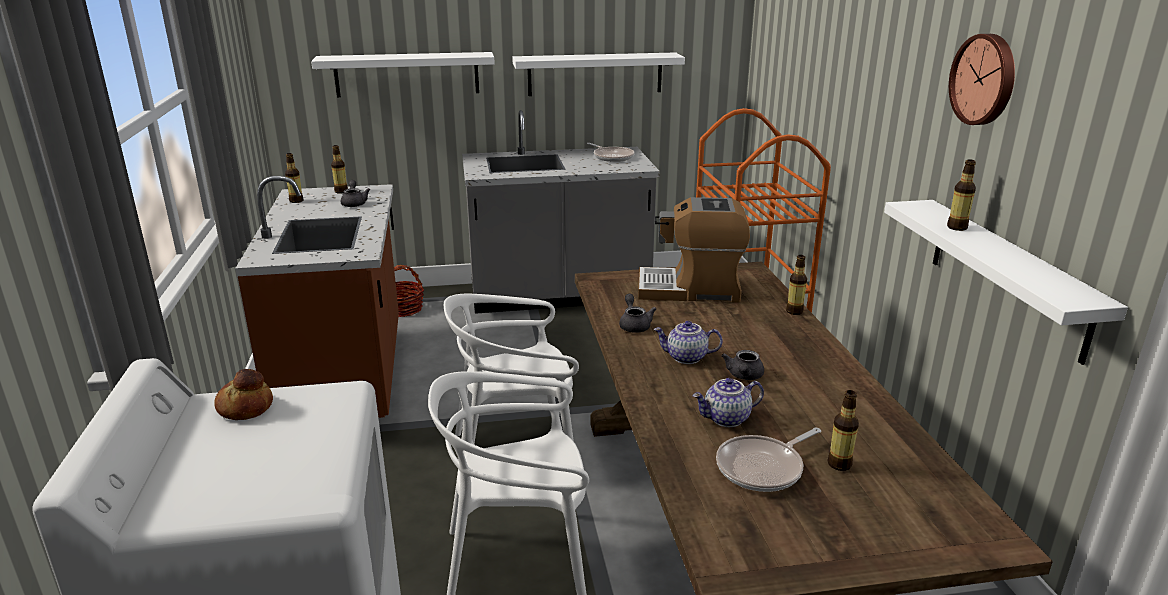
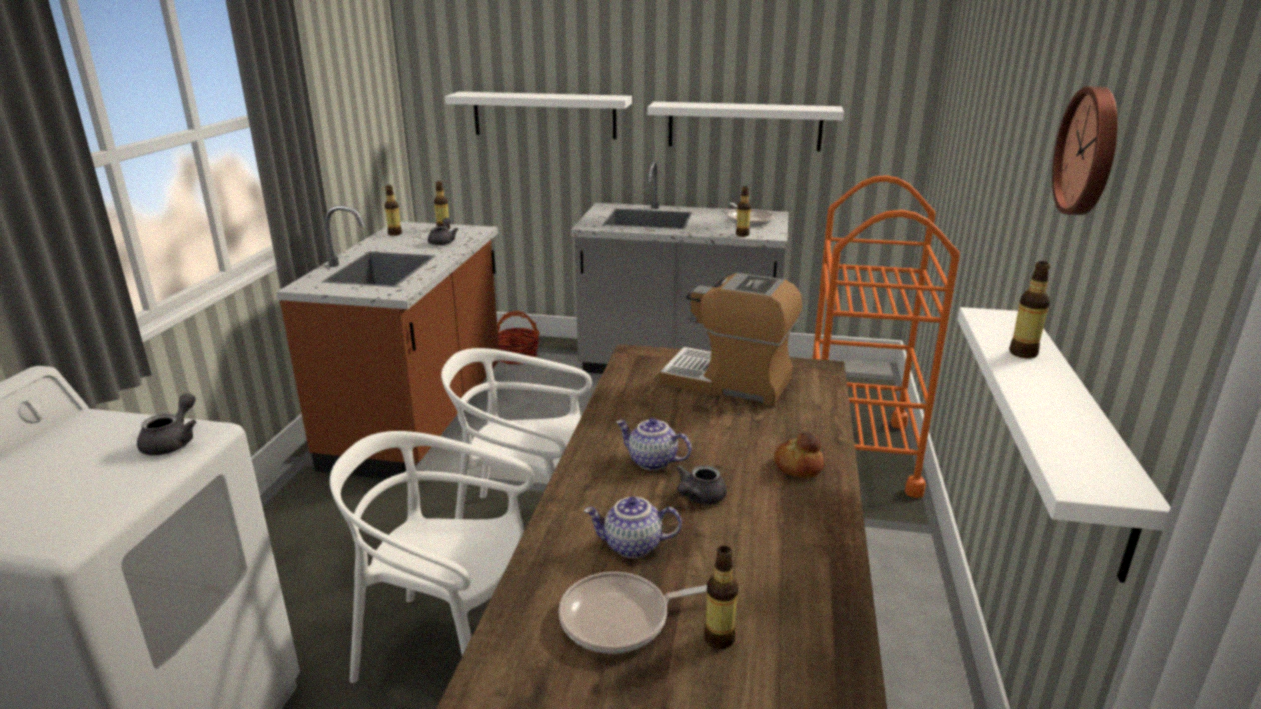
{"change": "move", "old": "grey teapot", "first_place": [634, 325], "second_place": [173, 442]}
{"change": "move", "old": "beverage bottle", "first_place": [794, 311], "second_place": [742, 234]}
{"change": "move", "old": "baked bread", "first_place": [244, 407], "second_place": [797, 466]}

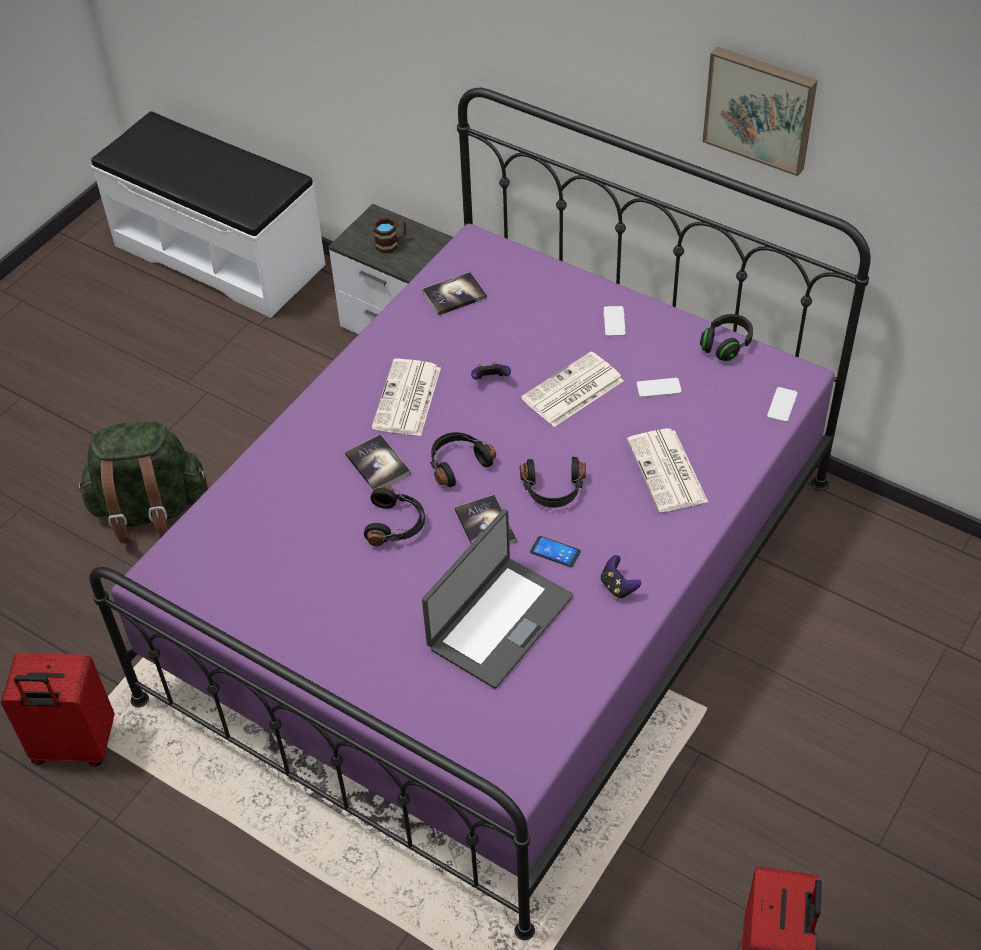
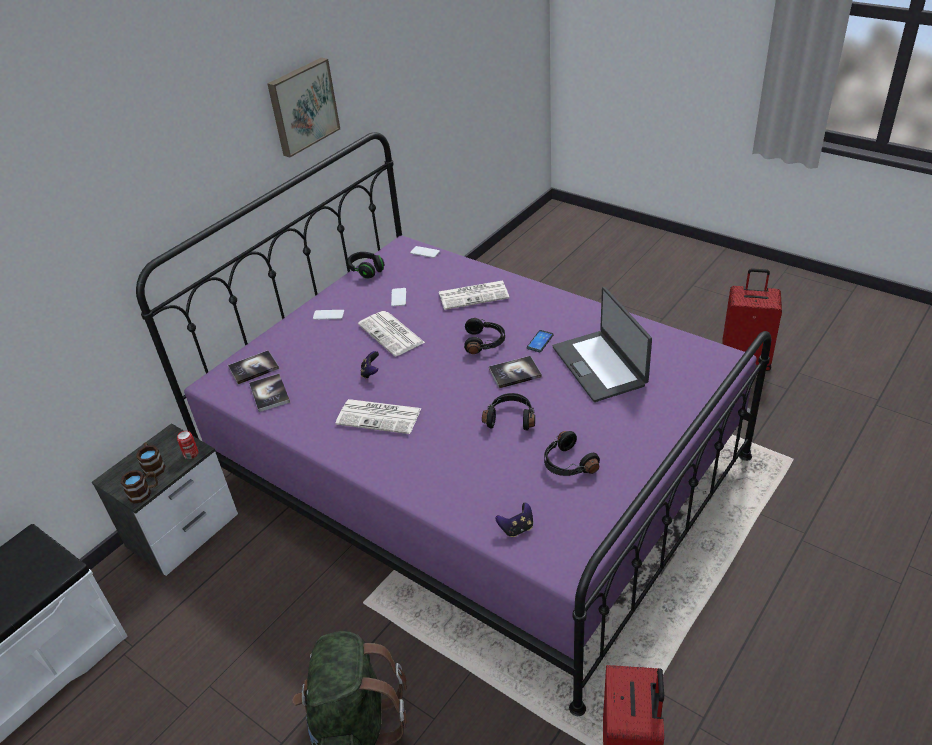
{"change": "insert", "new": "brownish tea mug", "second_place": [144, 493]}
{"change": "insert", "new": "can", "second_place": [191, 454]}
{"change": "move", "old": "volume", "first_place": [378, 464], "second_place": [253, 368]}
{"change": "move", "old": "game controller", "first_place": [618, 587], "second_place": [517, 528]}
{"change": "move", "old": "black headset", "first_place": [458, 463], "second_place": [567, 464]}
{"change": "rotate", "old": "notebook computer", "first_place": [498, 621], "second_place": [600, 365], "degrees": -150}

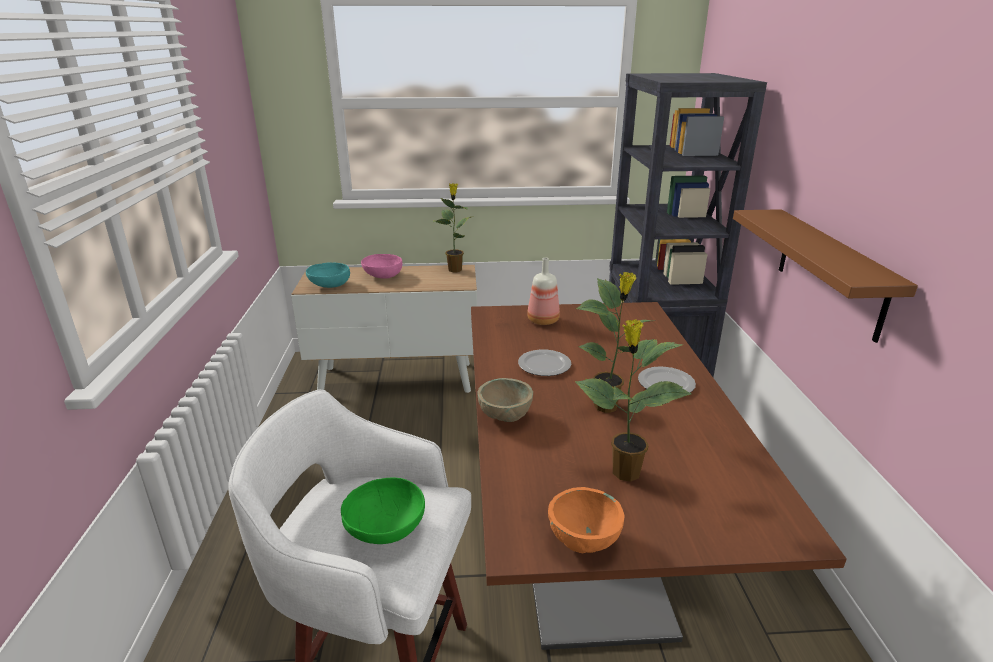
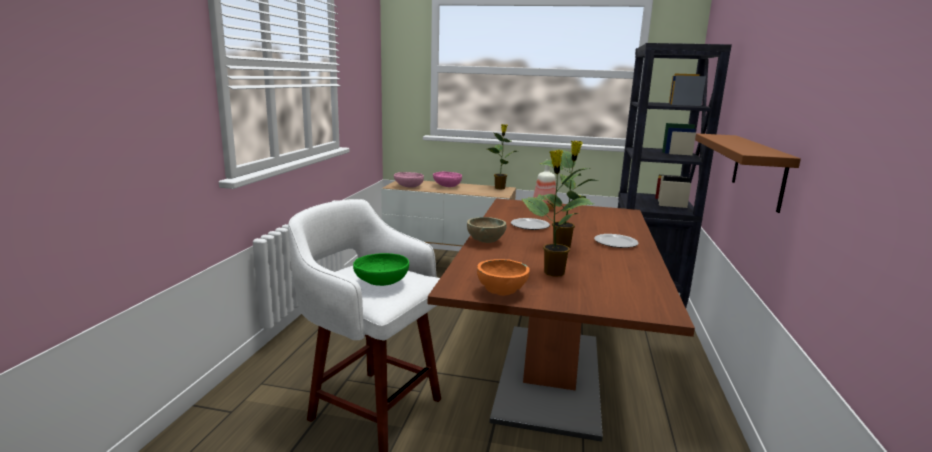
{"change": "recolor", "old": "blue-green bowl", "new": "pink bowl", "first_place": [329, 286], "second_place": [408, 187]}

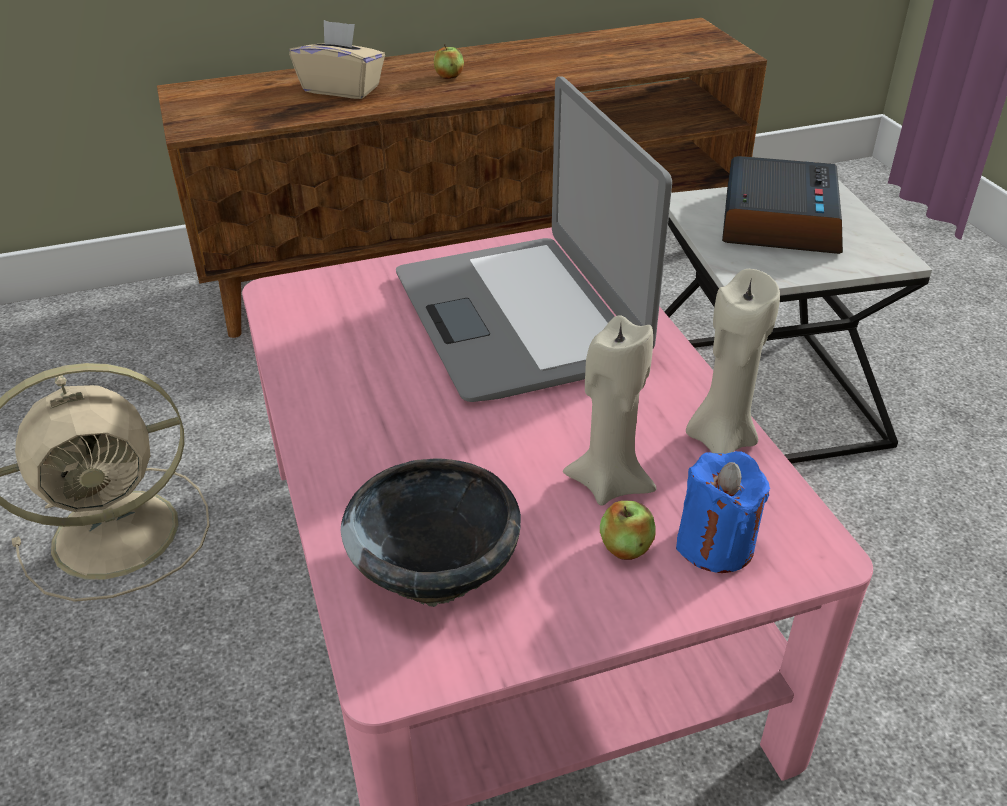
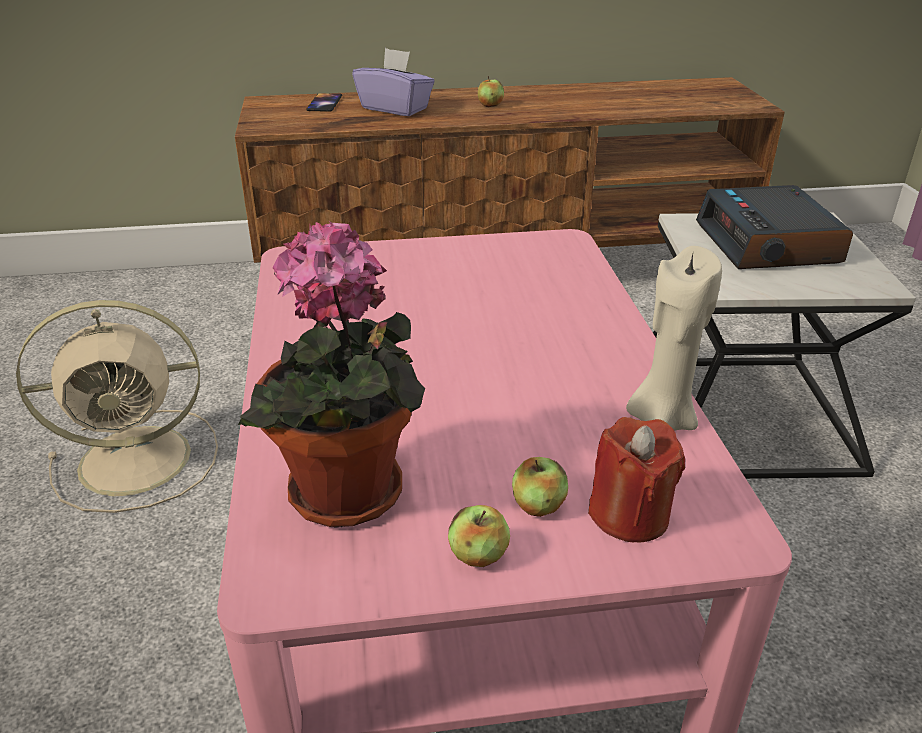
{"change": "replace", "old": "black bowl", "new": "plant in a pot", "first_place": [436, 567], "second_place": [349, 498]}
{"change": "insert", "new": "phone", "second_place": [324, 103]}
{"change": "recolor", "old": "beige-coloured box of tissues", "new": "purplish box of tissues", "first_place": [342, 89], "second_place": [395, 108]}
{"change": "insert", "new": "apple", "second_place": [478, 555]}
{"change": "recolor", "old": "blue wax light", "new": "red wax light", "first_place": [715, 545], "second_place": [629, 515]}
{"change": "rotate", "old": "table clock", "first_place": [778, 220], "second_place": [769, 243], "degrees": 150}
{"change": "delete", "old": "notebook computer", "first_place": [519, 317]}
{"change": "delete", "old": "beige-coloured wax light", "first_place": [609, 483]}

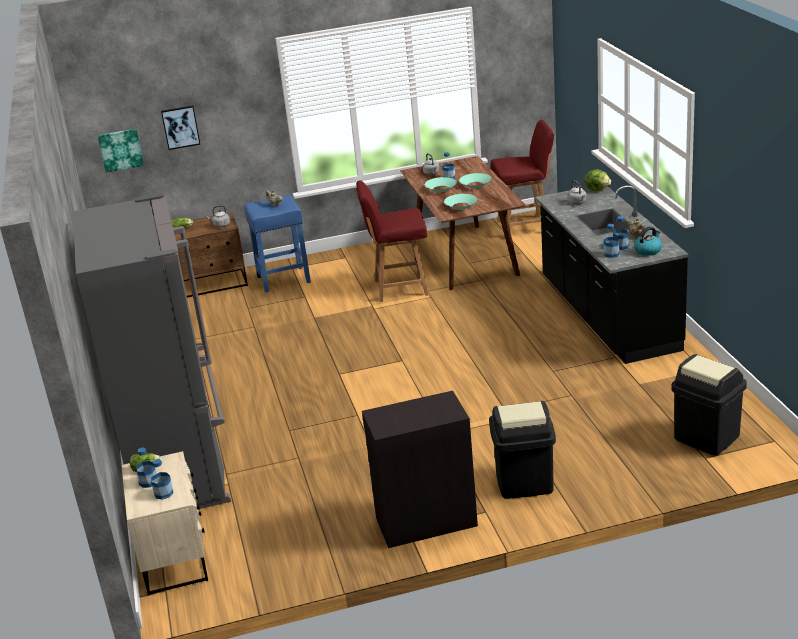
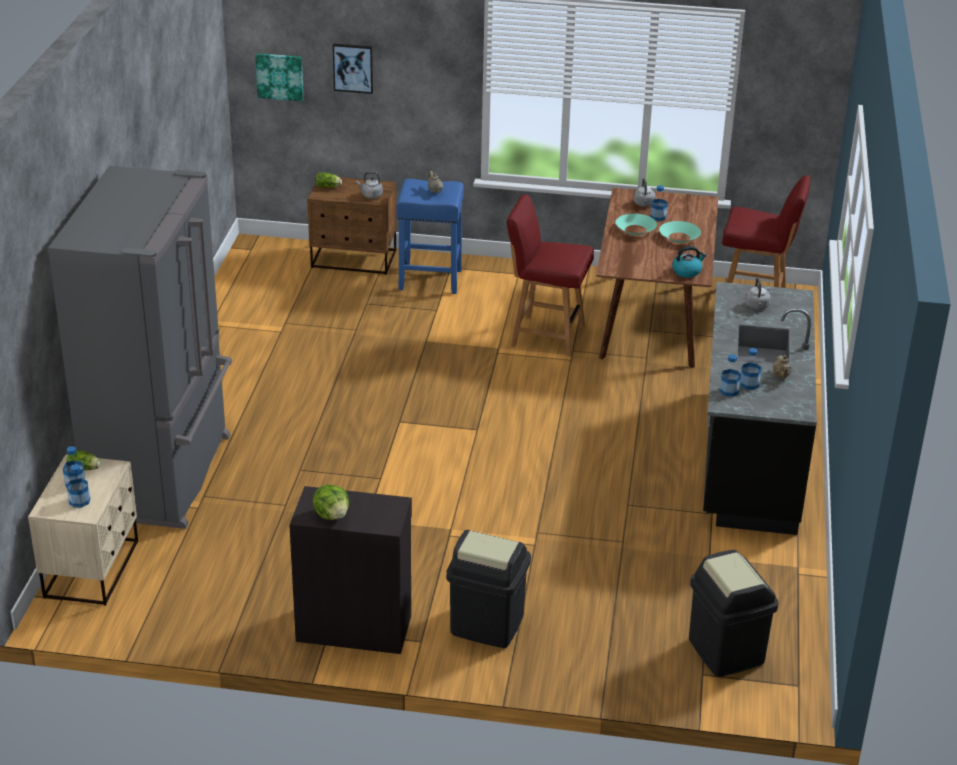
{"change": "move", "old": "lettuce head", "first_place": [597, 189], "second_place": [332, 515]}
{"change": "move", "old": "kettle", "first_place": [648, 250], "second_place": [687, 271]}
{"change": "delete", "old": "blue-green bowl", "first_place": [461, 206]}

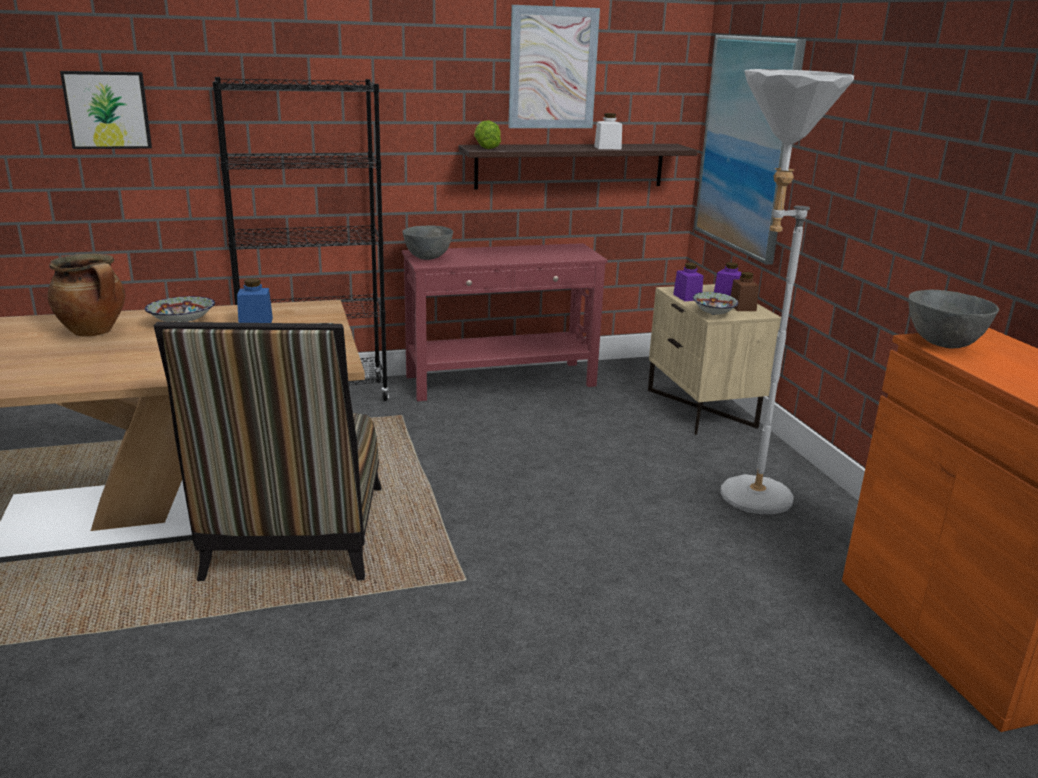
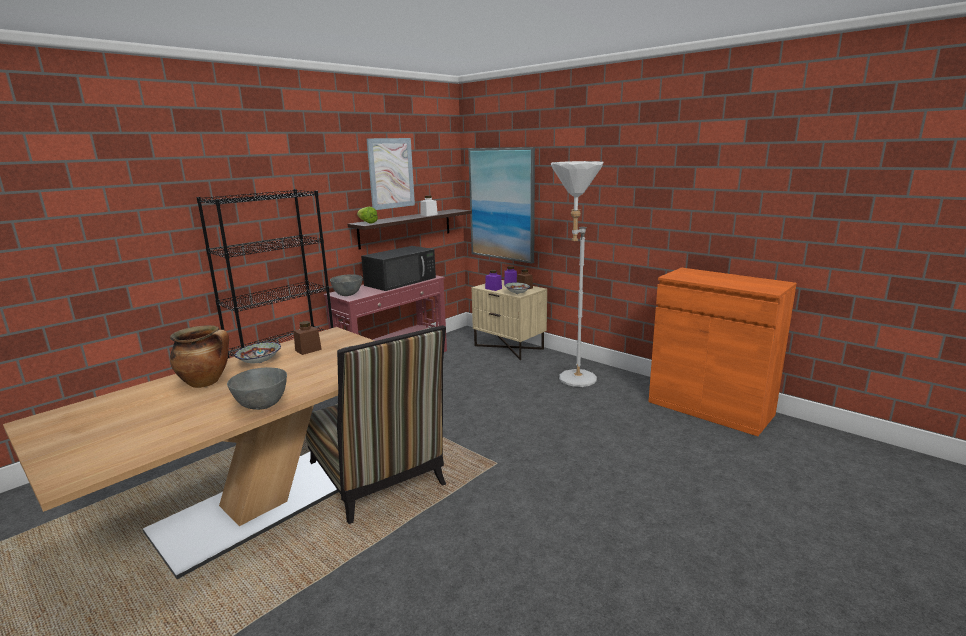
{"change": "move", "old": "grey bowl", "first_place": [944, 344], "second_place": [262, 405]}
{"change": "recolor", "old": "blue storage jar", "new": "brownish storage jar", "first_place": [255, 322], "second_place": [308, 350]}
{"change": "insert", "new": "black microwave", "second_place": [401, 281]}
{"change": "delete", "old": "wall art", "first_place": [107, 110]}

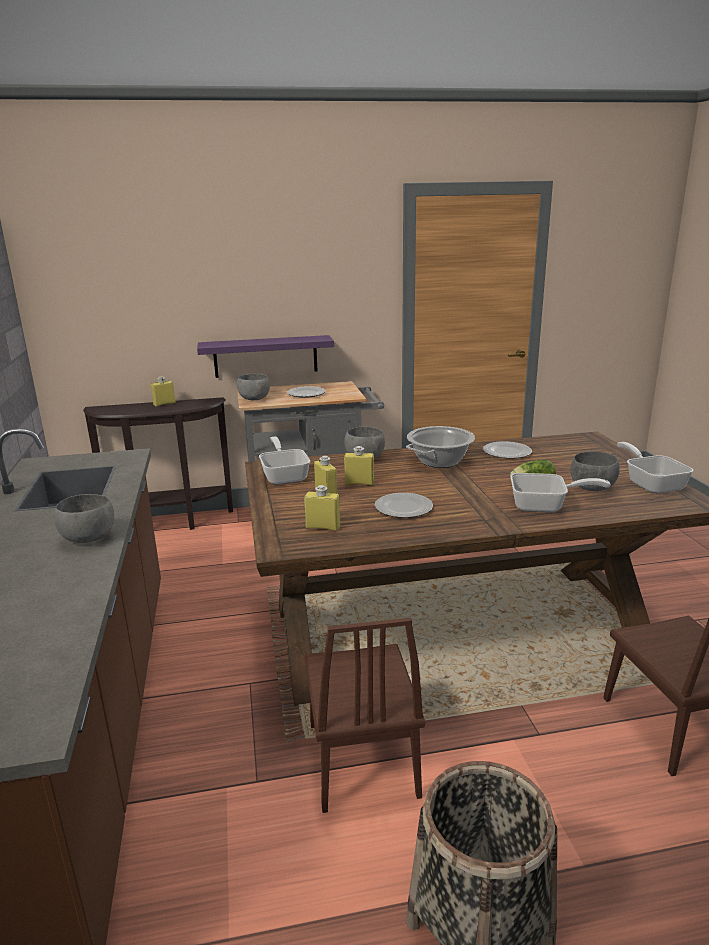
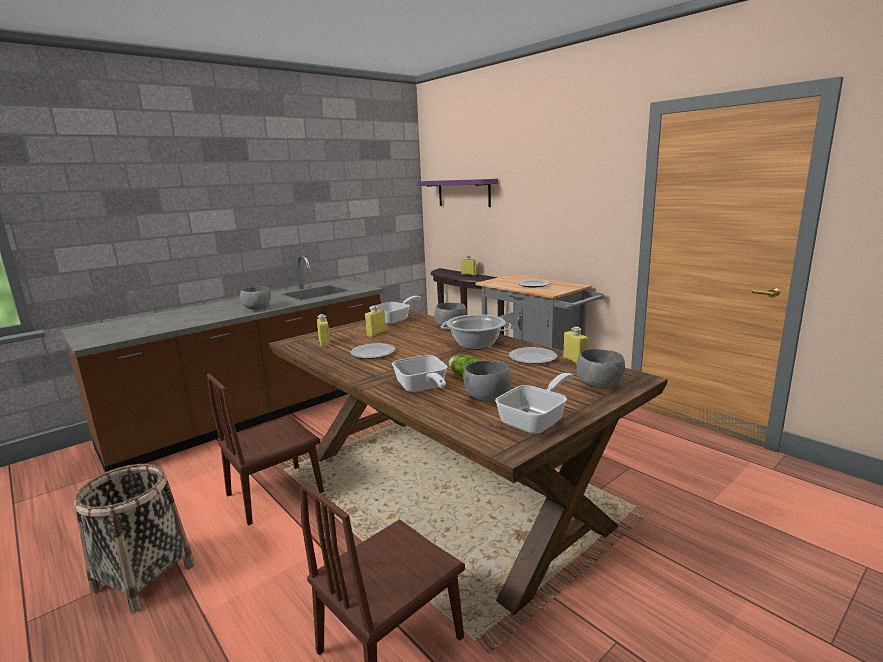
{"change": "move", "old": "purplish wall shelf", "first_place": [265, 356], "second_place": [464, 193]}
{"change": "move", "old": "yellow-coloured beverage bottle", "first_place": [359, 483], "second_place": [575, 361]}
{"change": "move", "old": "grey bowl", "first_place": [254, 399], "second_place": [599, 385]}

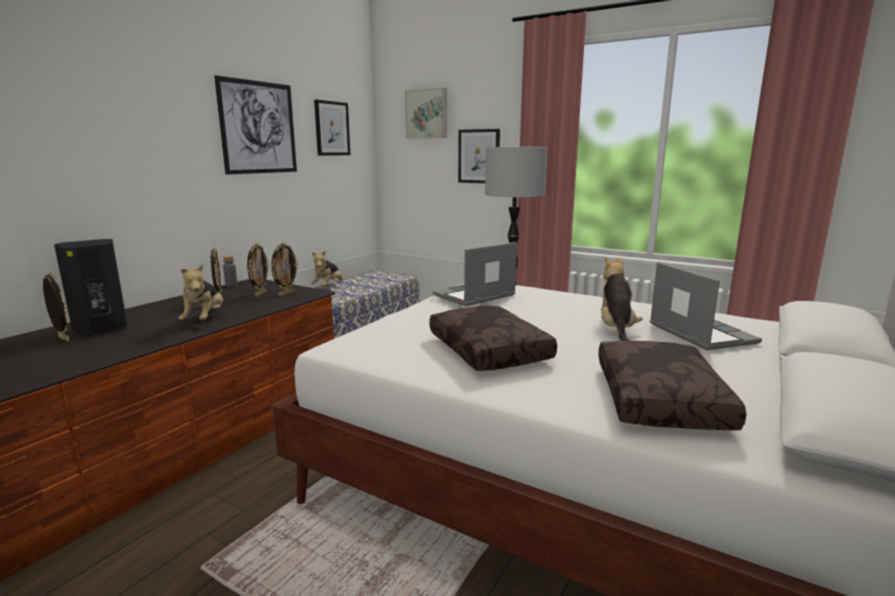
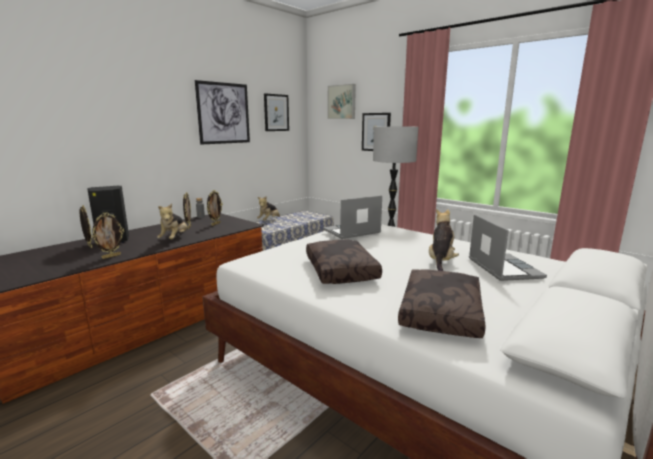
{"change": "move", "old": "standing frame", "first_place": [286, 294], "second_place": [111, 256]}

